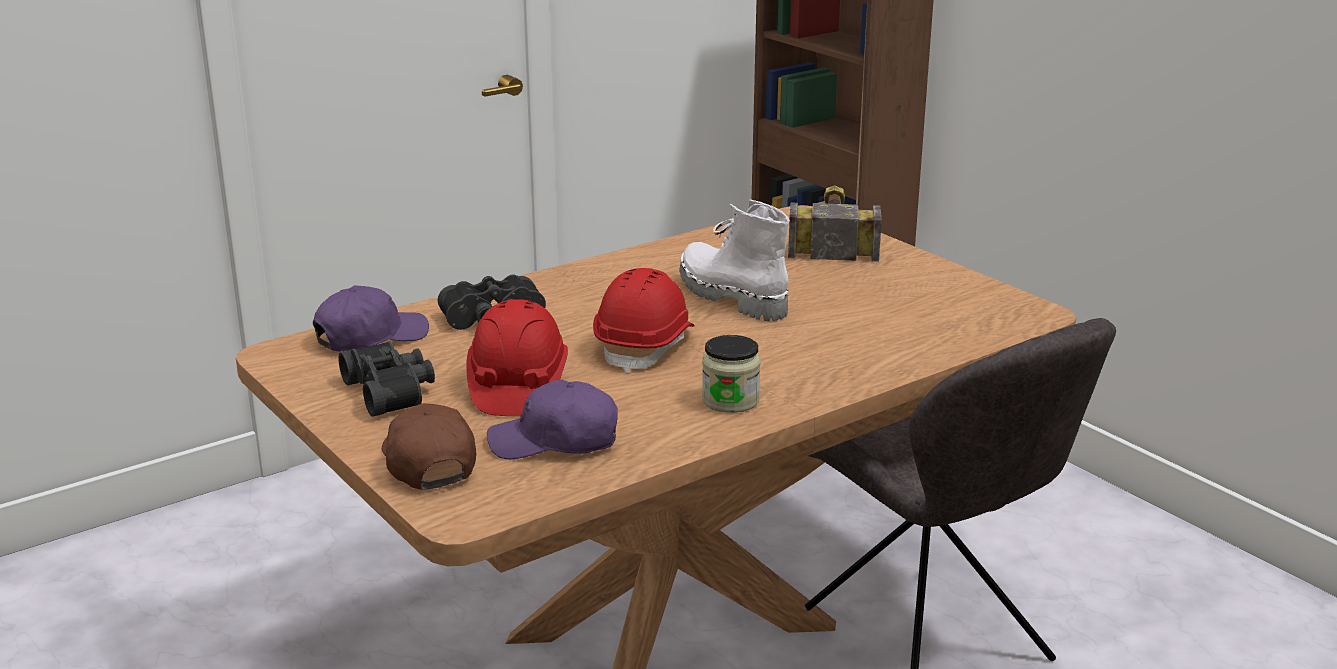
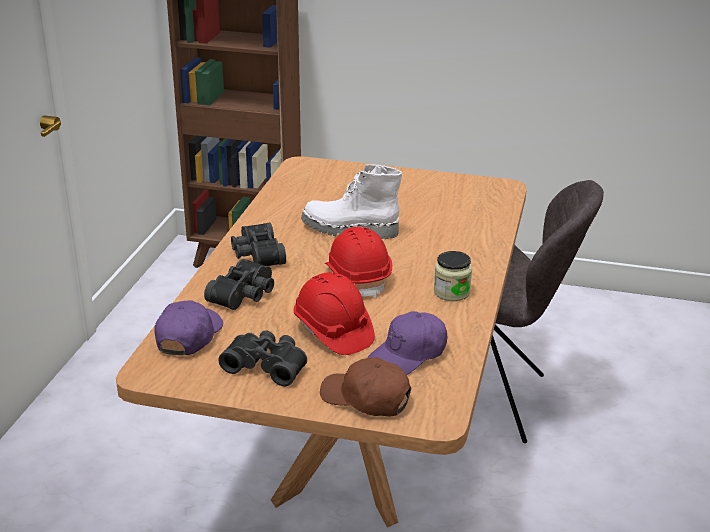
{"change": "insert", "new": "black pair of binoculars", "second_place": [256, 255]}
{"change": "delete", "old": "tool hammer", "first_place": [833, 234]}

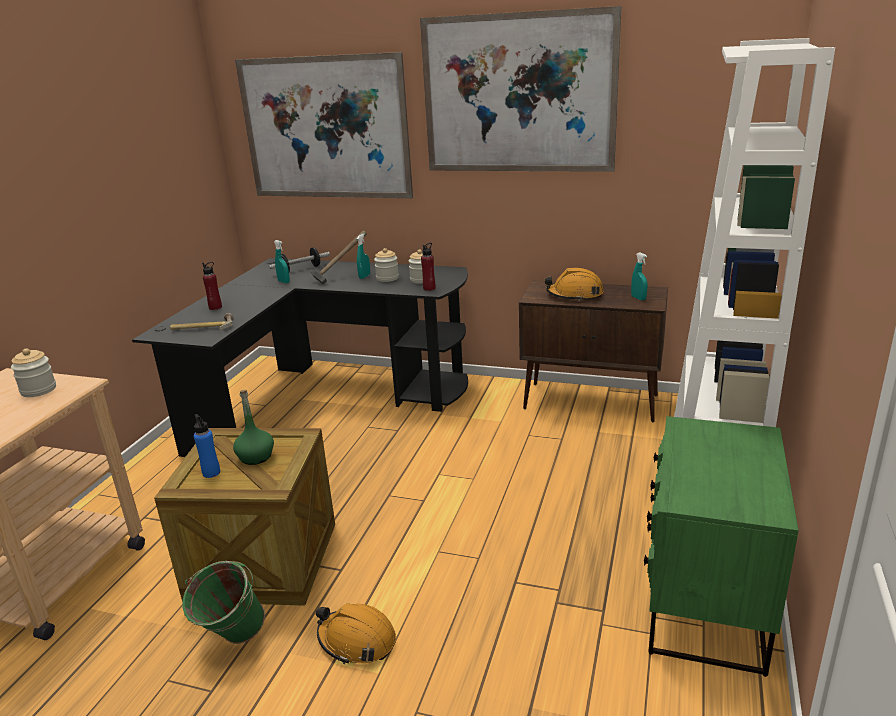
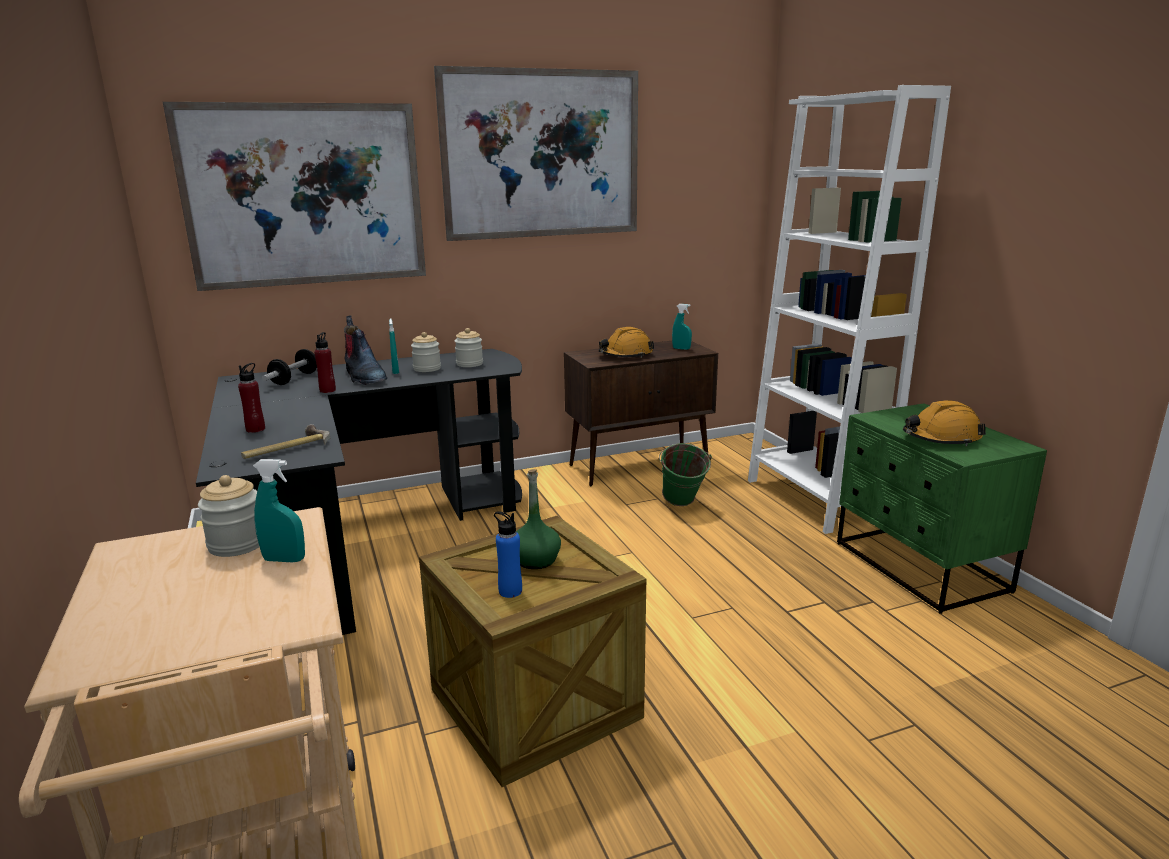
{"change": "move", "old": "blue-green spray bottle", "first_place": [284, 282], "second_place": [284, 560]}
{"change": "move", "old": "red beverage bottle", "first_place": [429, 288], "second_place": [327, 390]}
{"change": "replace", "old": "tool hammer", "new": "high-top boot", "first_place": [339, 277], "second_place": [364, 376]}
{"change": "move", "old": "green-coloured pail", "first_place": [232, 640], "second_place": [682, 505]}
{"change": "move", "old": "orangey hard hat", "first_place": [357, 641], "second_place": [941, 438]}

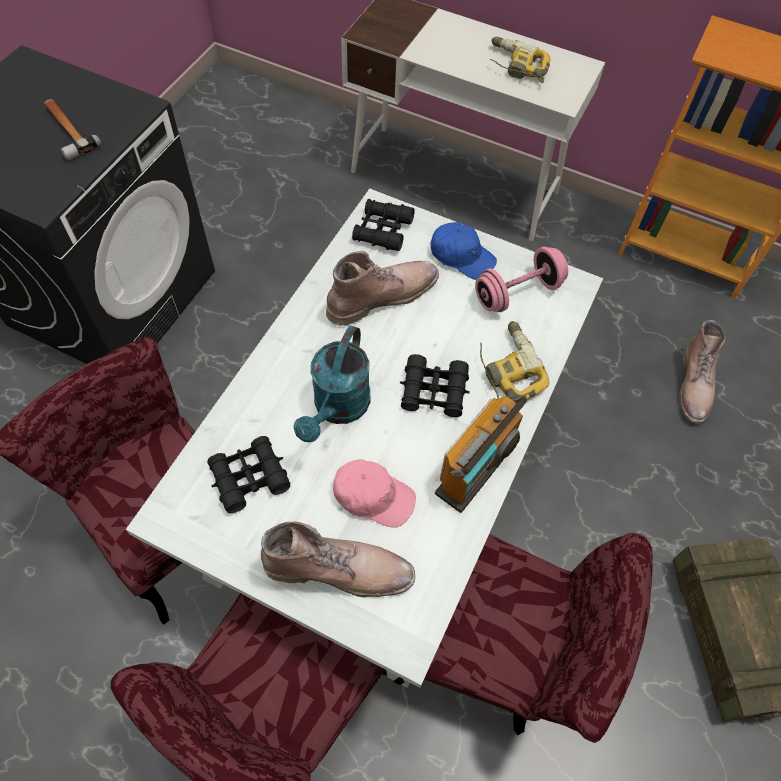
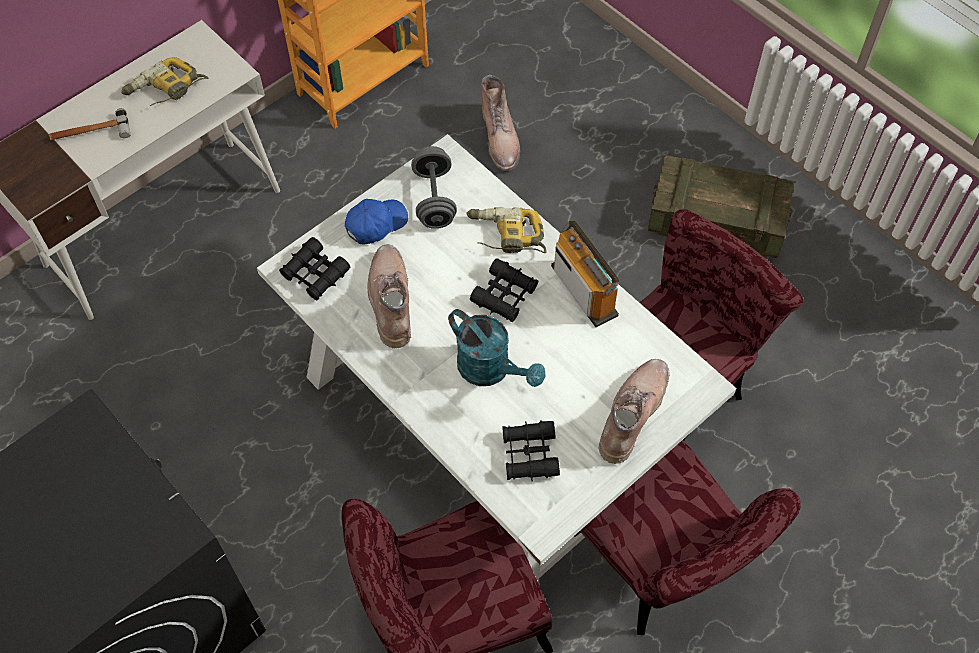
{"change": "move", "old": "tool hammer", "first_place": [67, 130], "second_place": [90, 133]}
{"change": "recolor", "old": "pink dumbbell", "new": "grey dumbbell", "first_place": [517, 293], "second_place": [434, 199]}
{"change": "rotate", "old": "brownish high-top boot", "first_place": [695, 386], "second_place": [501, 139], "degrees": 45}
{"change": "delete", "old": "pink peaked cap", "first_place": [373, 496]}

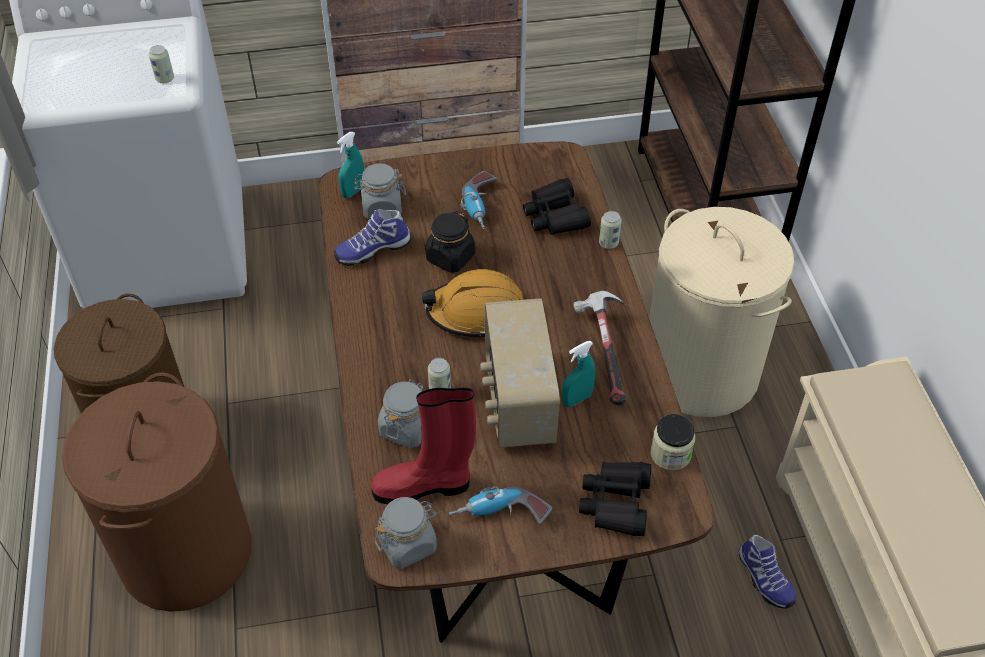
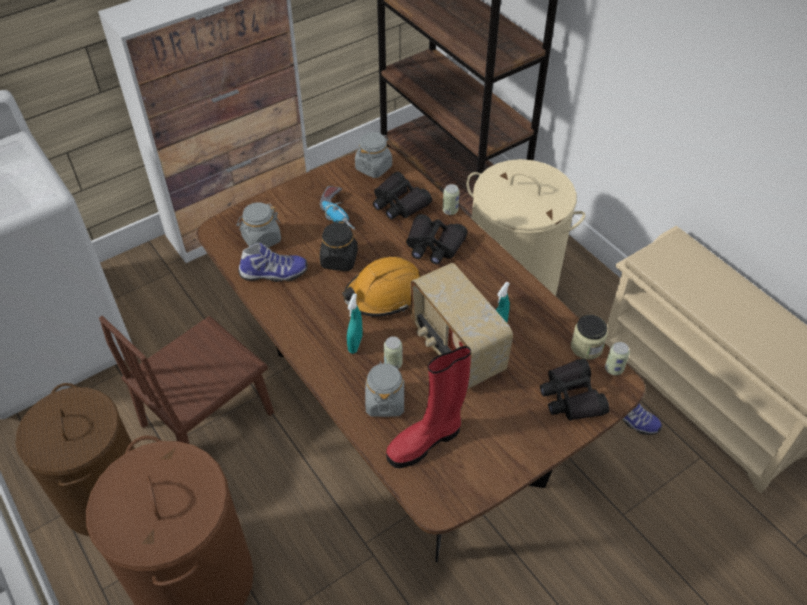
{"change": "insert", "new": "brownish upright chair", "second_place": [208, 419]}
{"change": "rotate", "old": "item of footwear", "first_place": [372, 249], "second_place": [274, 274], "degrees": -135}
{"change": "move", "old": "blue-green spray bottle", "first_place": [353, 191], "second_place": [355, 344]}
{"change": "move", "old": "grey storage jar", "first_place": [407, 544], "second_place": [373, 167]}
{"change": "insert", "new": "black pair of binoculars", "second_place": [434, 245]}
{"change": "move", "old": "can", "first_place": [165, 79], "second_place": [614, 369]}
{"change": "delete", "old": "power drill", "first_place": [500, 516]}
{"change": "delete", "old": "tool hammer", "first_place": [605, 353]}

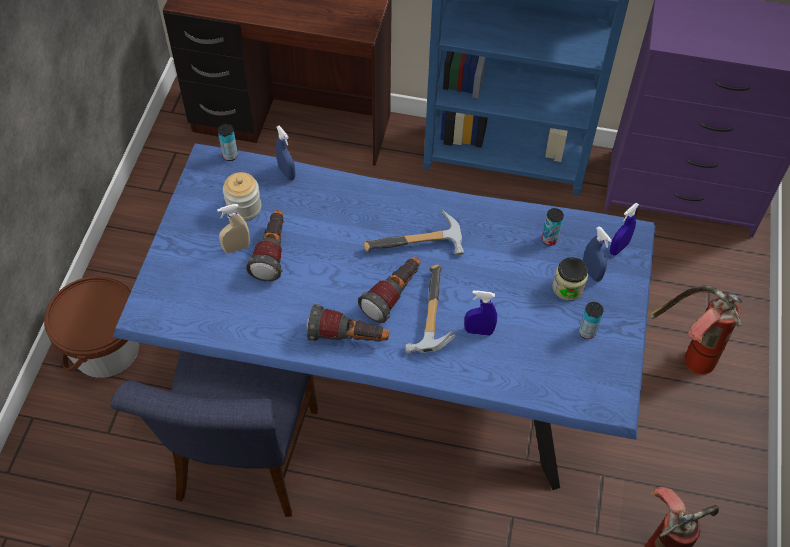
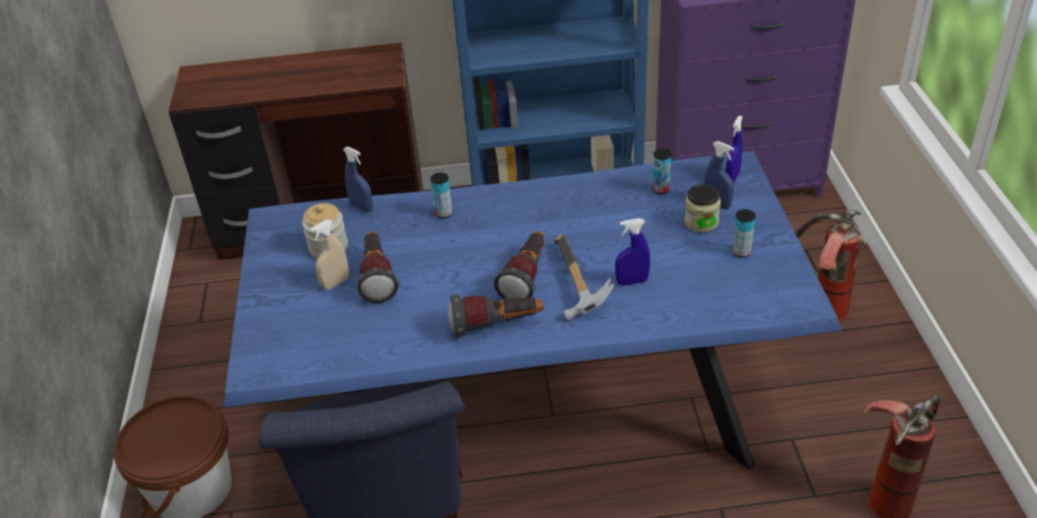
{"change": "move", "old": "can", "first_place": [230, 155], "second_place": [444, 213]}
{"change": "delete", "old": "tool hammer", "first_place": [417, 248]}

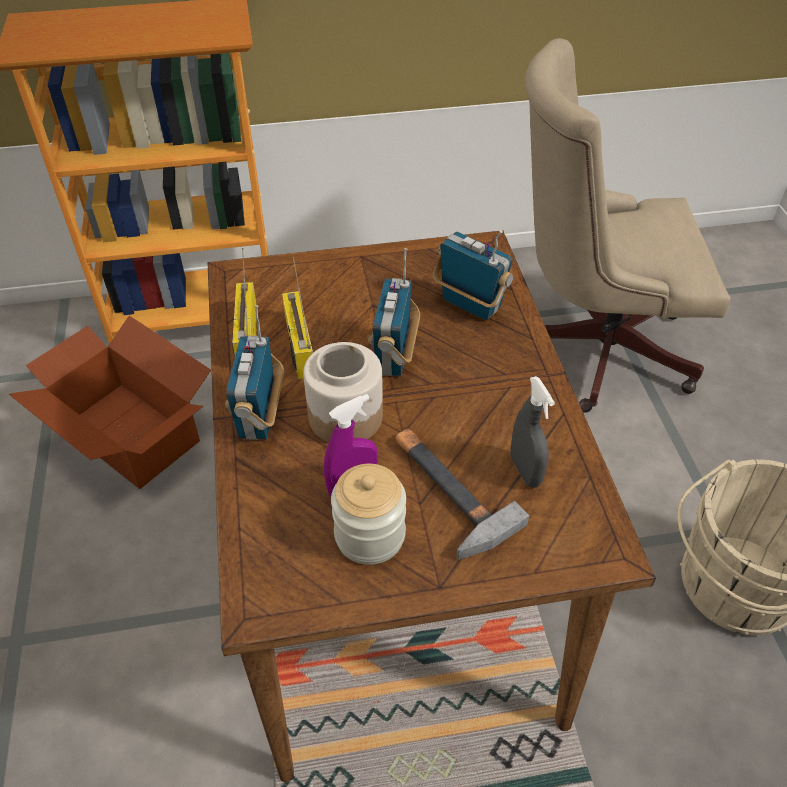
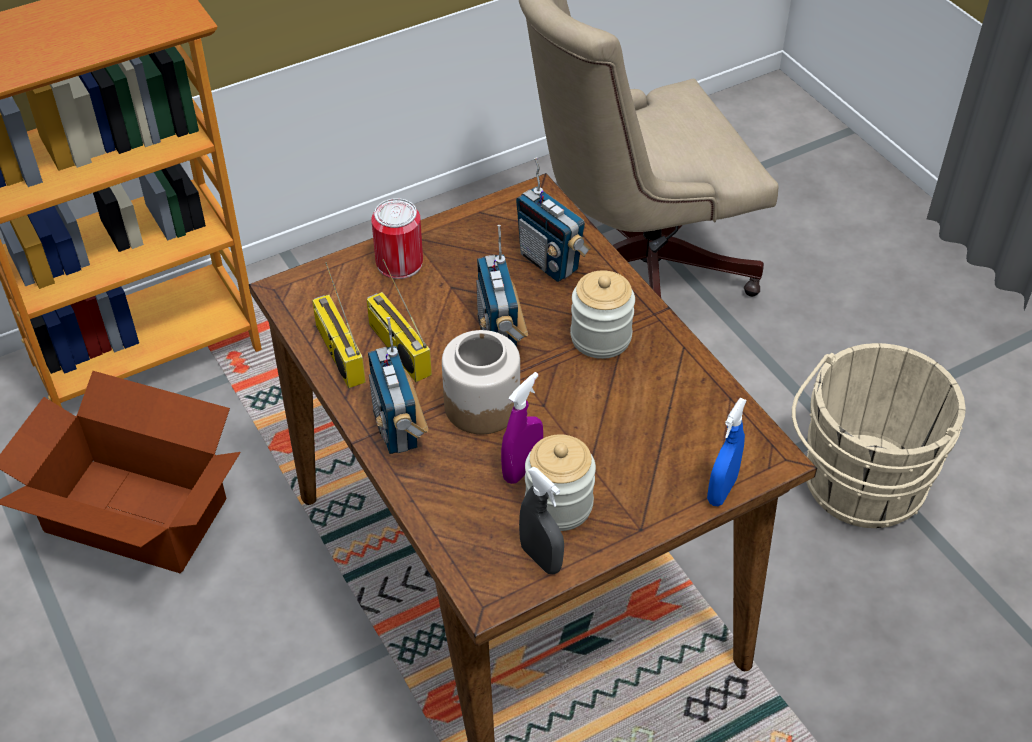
{"change": "insert", "new": "can", "second_place": [399, 263]}
{"change": "rotate", "old": "radio set", "first_place": [470, 305], "second_place": [549, 262], "degrees": -150}
{"change": "move", "old": "grey spray bottle", "first_place": [525, 471], "second_place": [541, 558]}
{"change": "insert", "new": "storage jar", "second_place": [600, 337]}
{"change": "insert", "new": "blue spray bottle", "second_place": [722, 490]}
{"change": "delete", "old": "tool hammer", "first_place": [445, 491]}

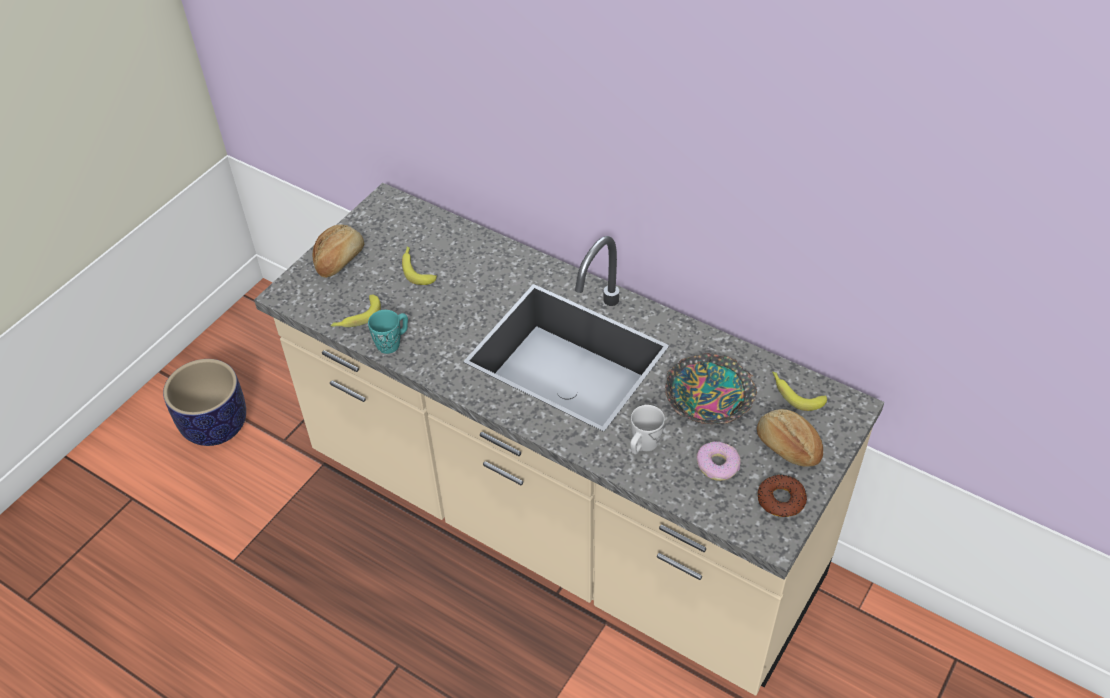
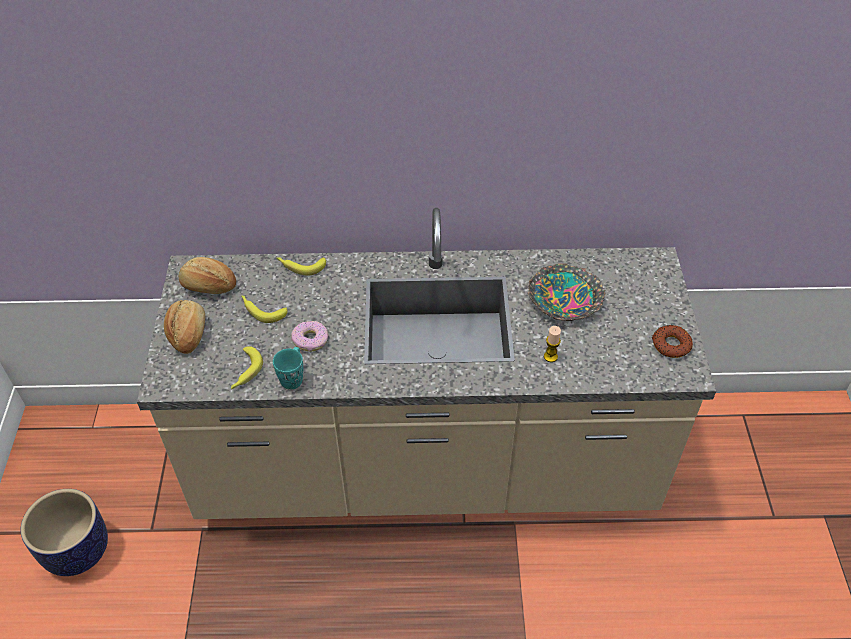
{"change": "move", "old": "baked bread", "first_place": [787, 447], "second_place": [208, 286]}
{"change": "move", "old": "whole banana", "first_place": [795, 393], "second_place": [300, 266]}
{"change": "move", "old": "ring doughnut", "first_place": [717, 465], "second_place": [310, 339]}
{"change": "replace", "old": "white tea mug", "new": "wax light", "first_place": [643, 446], "second_place": [550, 356]}

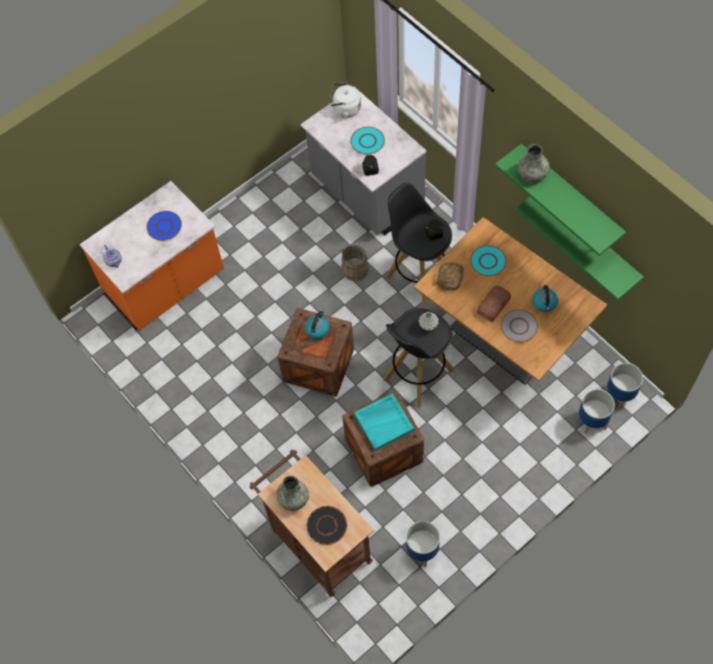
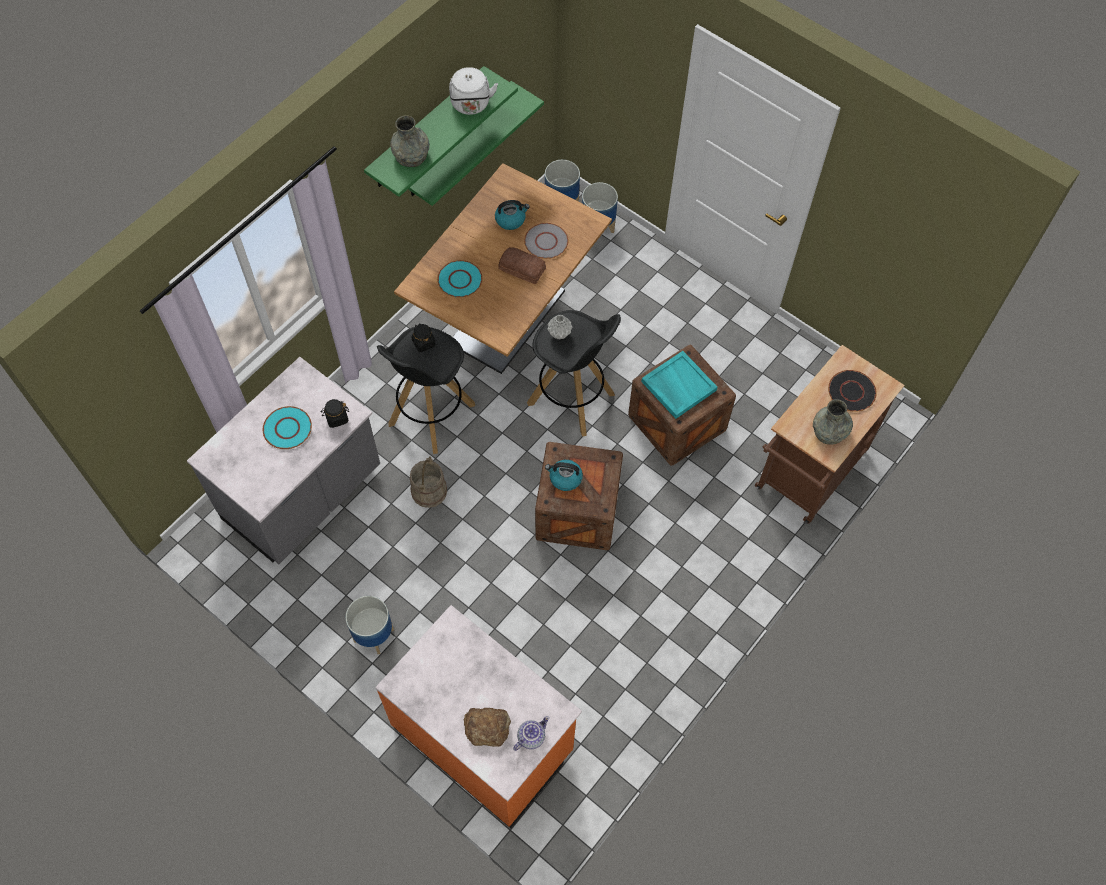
{"change": "move", "old": "flower pot", "first_place": [422, 550], "second_place": [373, 635]}
{"change": "move", "old": "white kettle", "first_place": [345, 109], "second_place": [471, 105]}
{"change": "move", "old": "baked bread", "first_place": [450, 278], "second_place": [487, 727]}
{"change": "delete", "old": "blue dinner plate", "first_place": [164, 226]}

